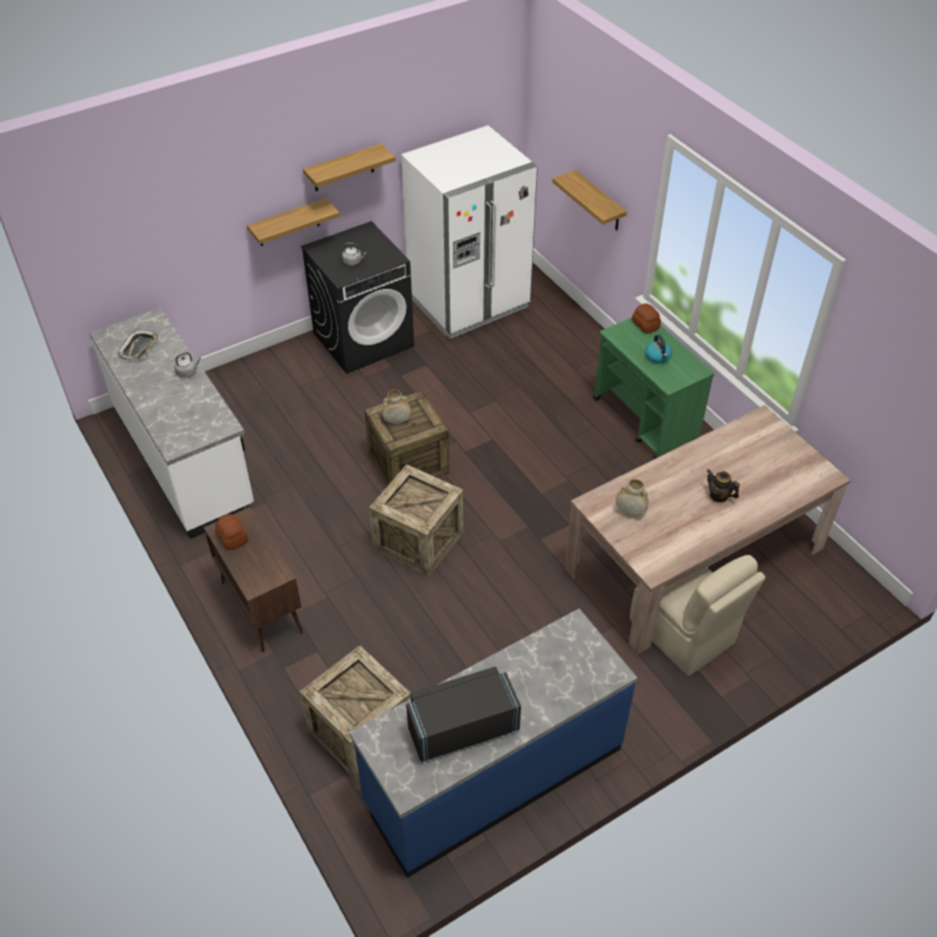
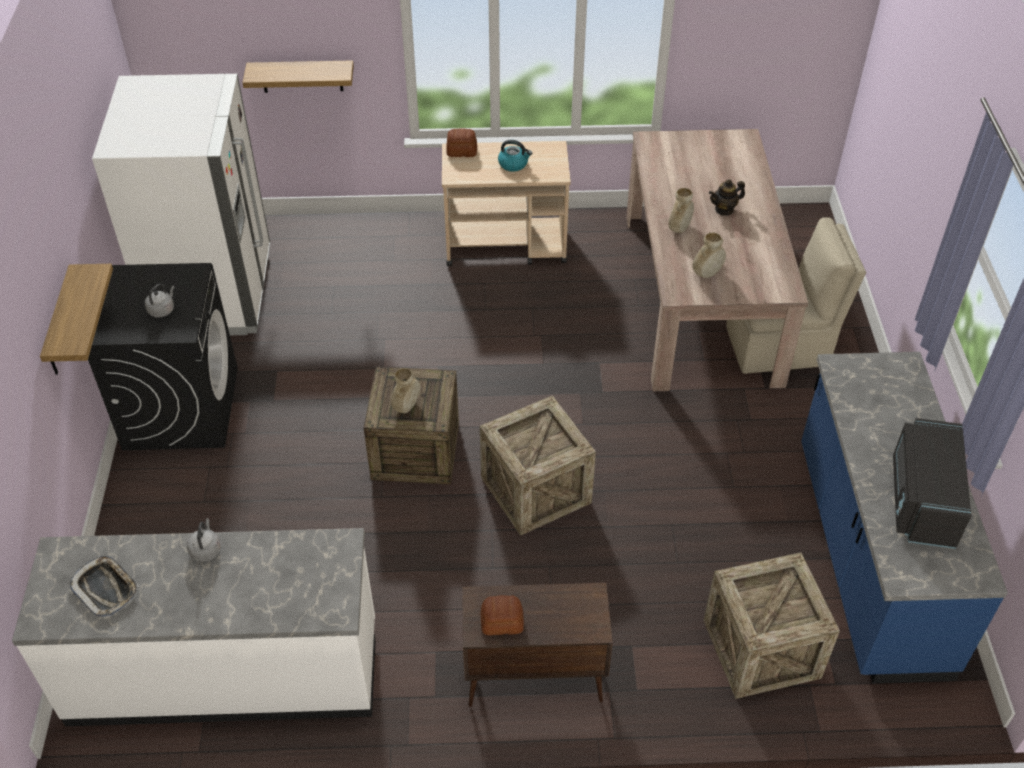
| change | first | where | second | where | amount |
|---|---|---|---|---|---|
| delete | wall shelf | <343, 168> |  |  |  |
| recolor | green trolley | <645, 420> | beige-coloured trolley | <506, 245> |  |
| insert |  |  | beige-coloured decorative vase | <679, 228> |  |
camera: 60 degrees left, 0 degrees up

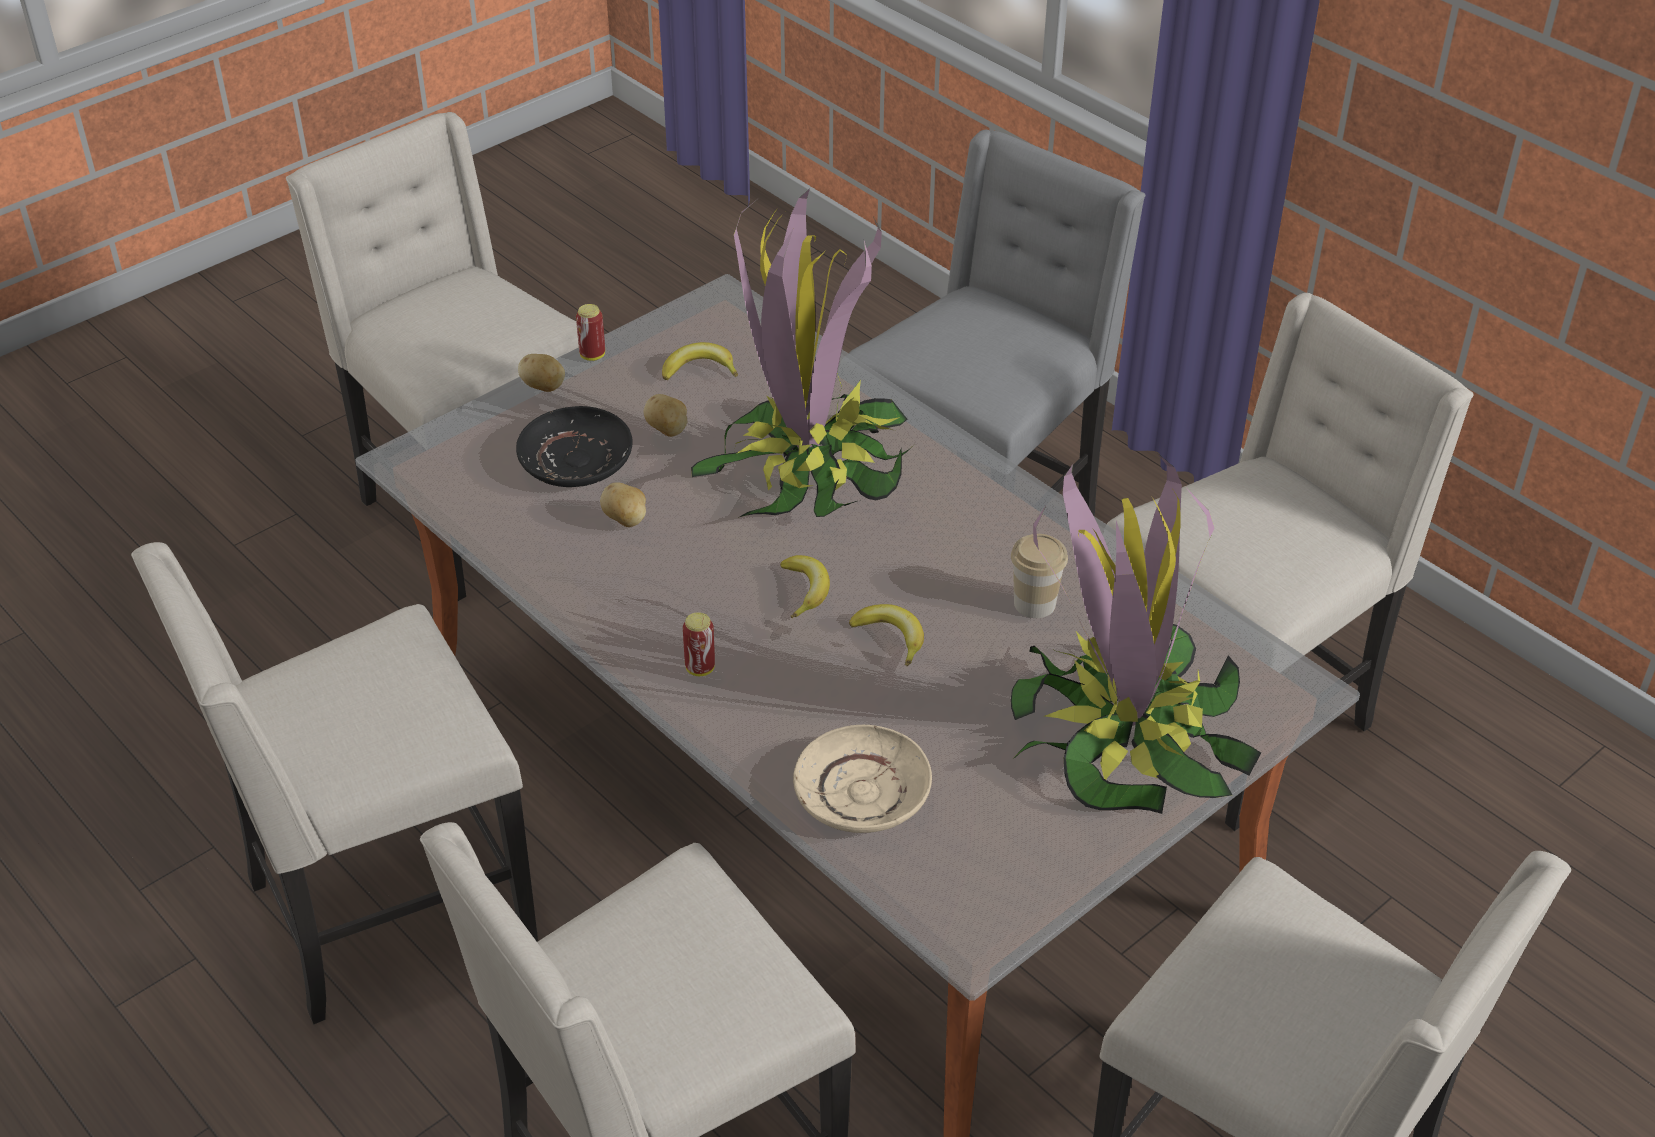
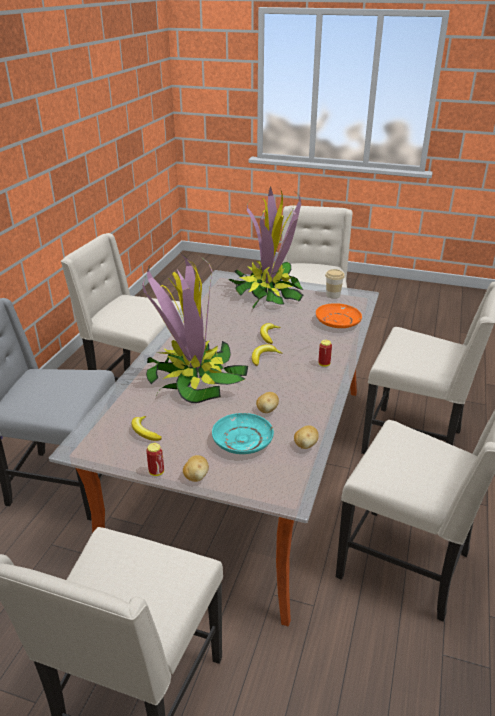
| change | first | where | second | where | amount |
|---|---|---|---|---|---|
| move | potato | <668, 430> |  | <305, 445> |  |
| recolor | black flat dish | <576, 460> | blue-green flat dish | <242, 440> |  |
| move | drinking cup | <1034, 603> |  | <333, 295> |  |
| recolor | beige-coloured flat dish | <863, 793> | orangey flat dish | <337, 321> |  |
camera: 120 degrees left, 10 degrees down

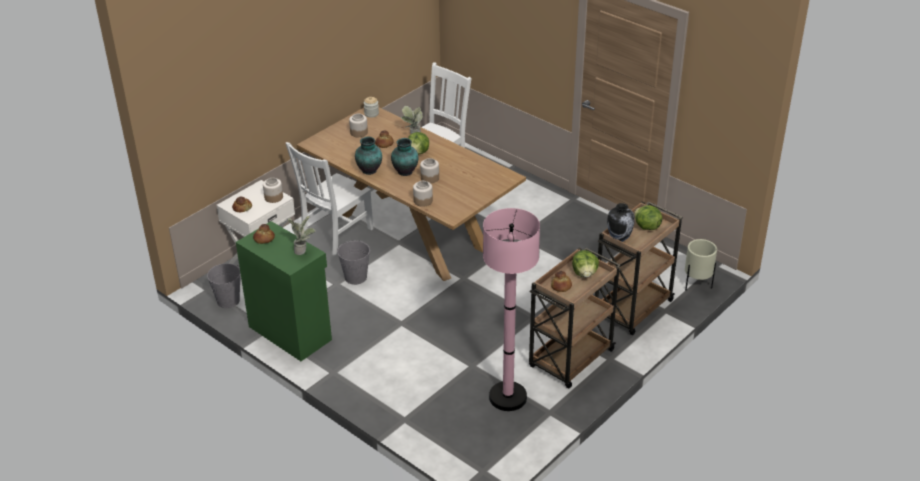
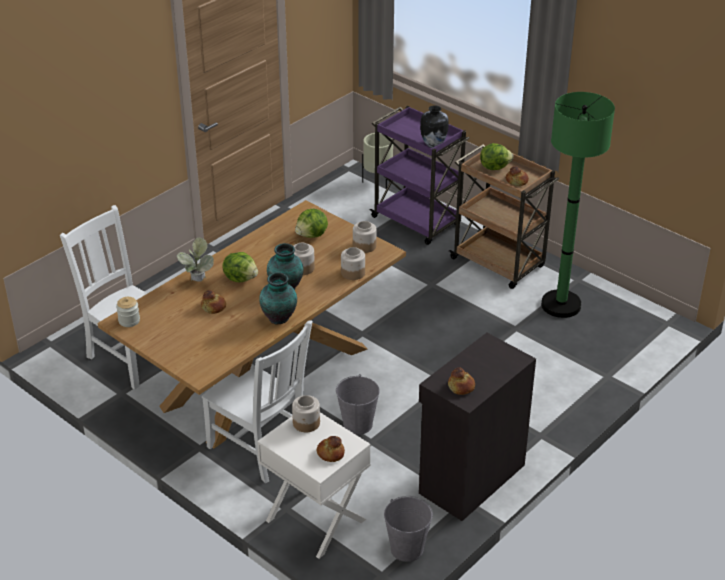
| change | first | where | second | where | amount |
|---|---|---|---|---|---|
| move | storage jar | <359, 132> |  | <364, 246> |  |
| recolor | brown-coloured trolley | <632, 309> | purple trolley | <417, 222> |  |
| move | lettuce | <646, 227> |  | <312, 235> |  |
| recolor | pink floor lamp | <508, 397> | green floor lamp | <561, 305> |  |
| delete | houseplant | <303, 250> |  |  |  |
| recolor | green storage cabinet | <290, 332> | black storage cabinet | <470, 478> |  |
camera: 90 degrees left, 0 degrees up

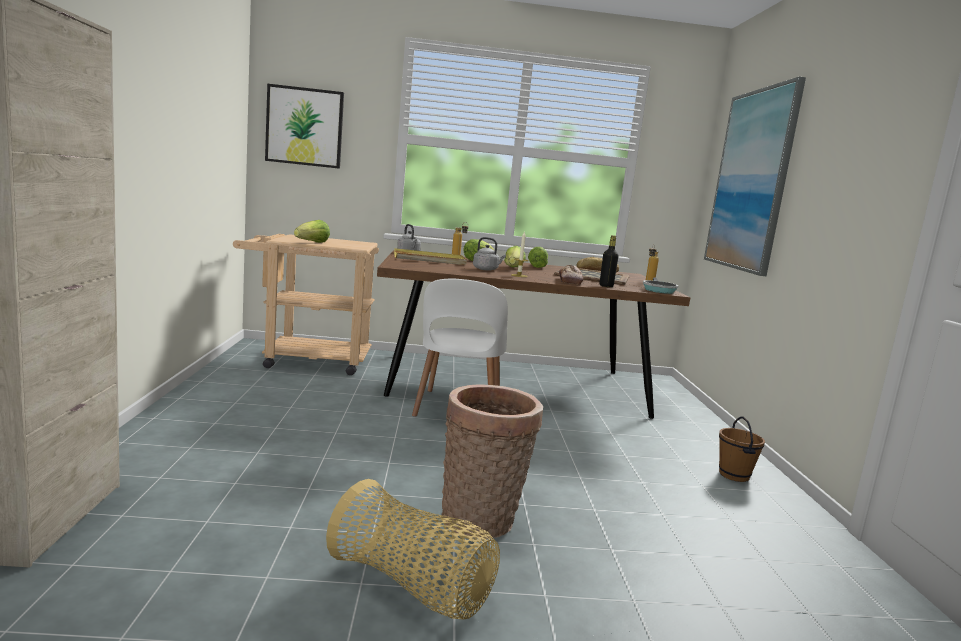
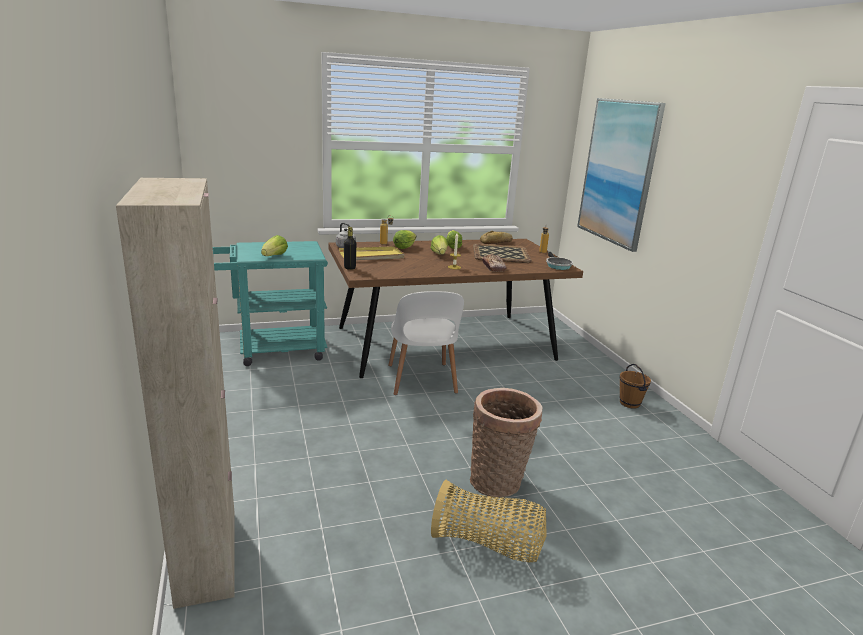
| change | first | where | second | where | amount |
|---|---|---|---|---|---|
| delete | wall art | <304, 127> |  |  |  |
| recolor | beige-coloured trolley | <307, 360> | blue-green trolley | <273, 350> |  |
| move | black drink bottle | <606, 286> |  | <349, 268> |  |
| delete | grey water kettle | <486, 269> |  |  |  |
camera: 15 degrees left, 10 degrees up

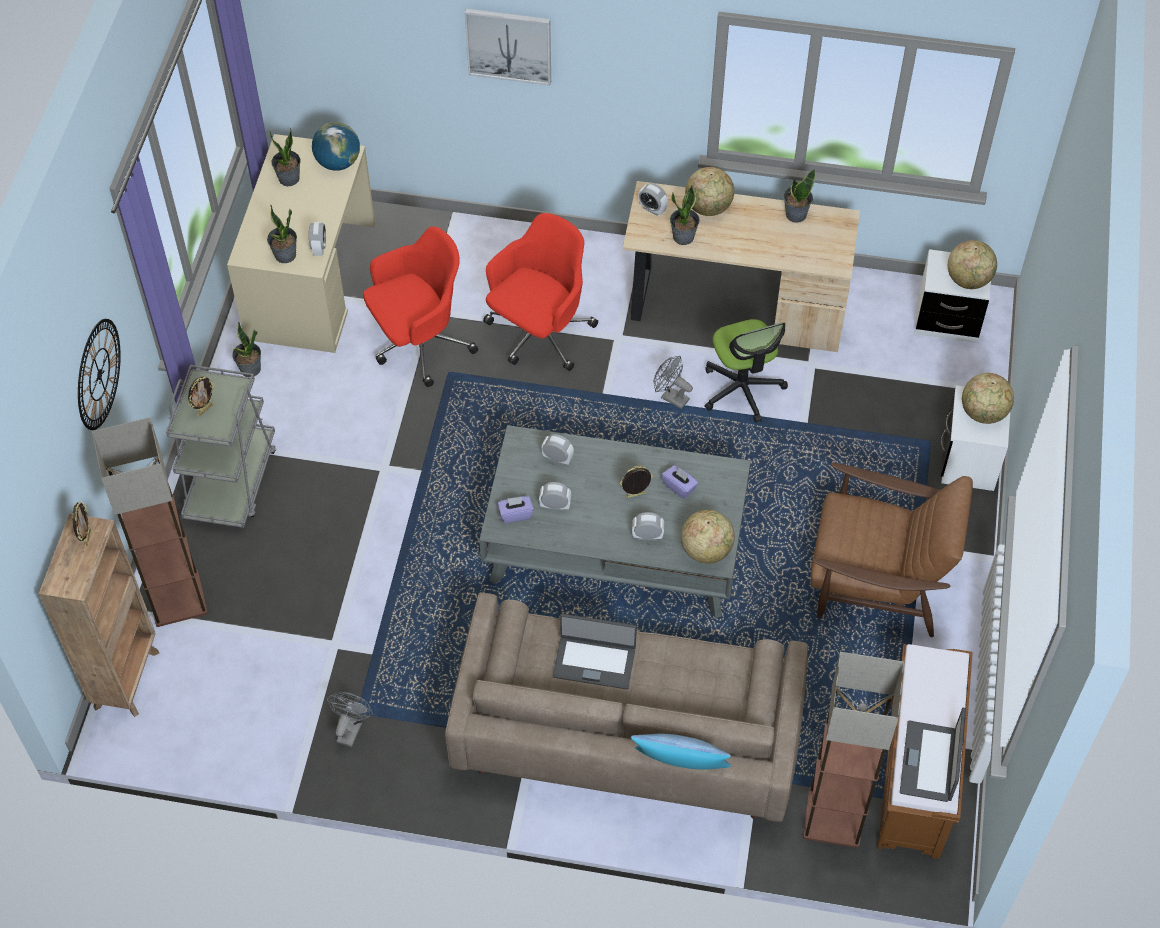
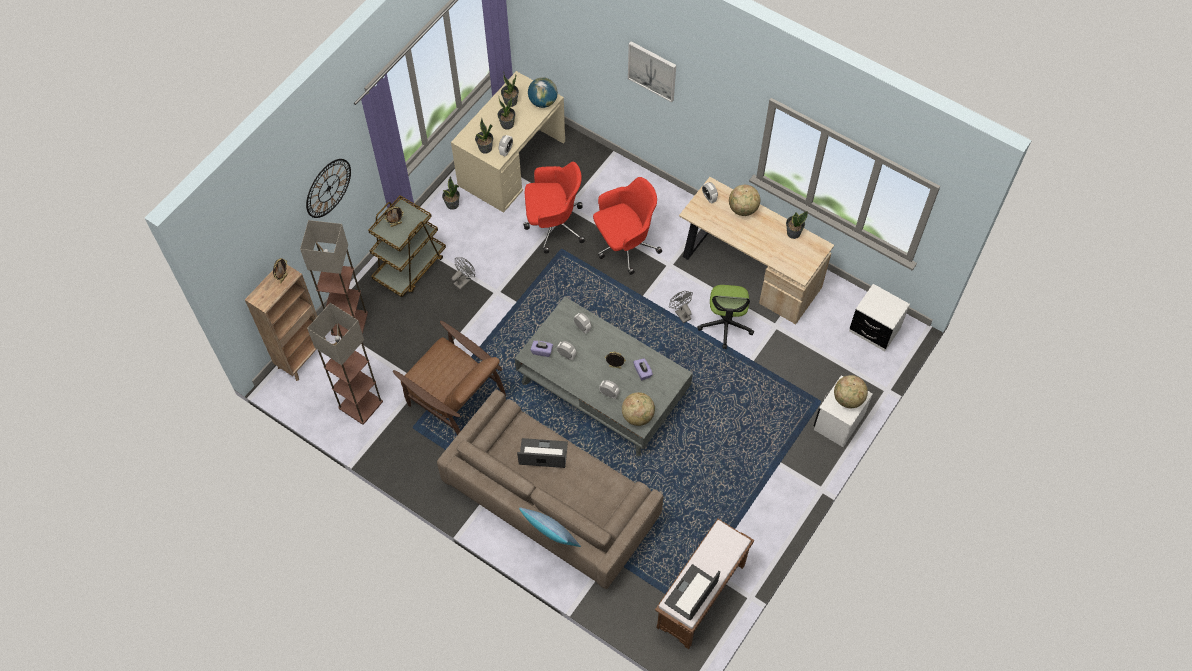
| change | first | where | second | where | amount |
|---|---|---|---|---|---|
| move | houseplant | <683, 237> |  | <507, 124> |  |
| delete | desk globe | <968, 280> |  |  |  |
| recolor | grey trolley | <231, 481> | brown-coloured trolley | <410, 266> |  |
| move | brown-coloured easy chair | <877, 579> |  | <455, 397> |  |
| rotate | notebook computer | <594, 661> |  | <543, 454> | 150 degrees clockwise |
| move | floor lamp | <832, 818> |  | <360, 405> |  |
| move | grey fan | <350, 728> |  | <464, 280> |  |
camera: 25 degrees right, 5 degrees up

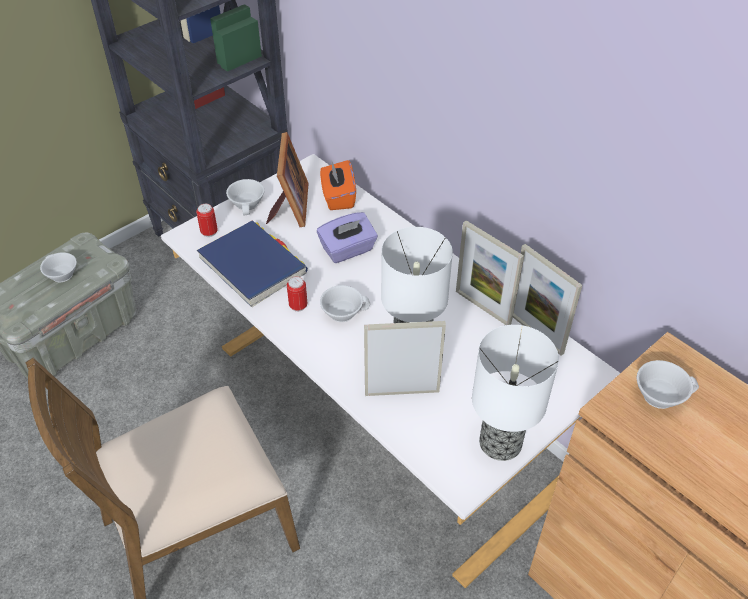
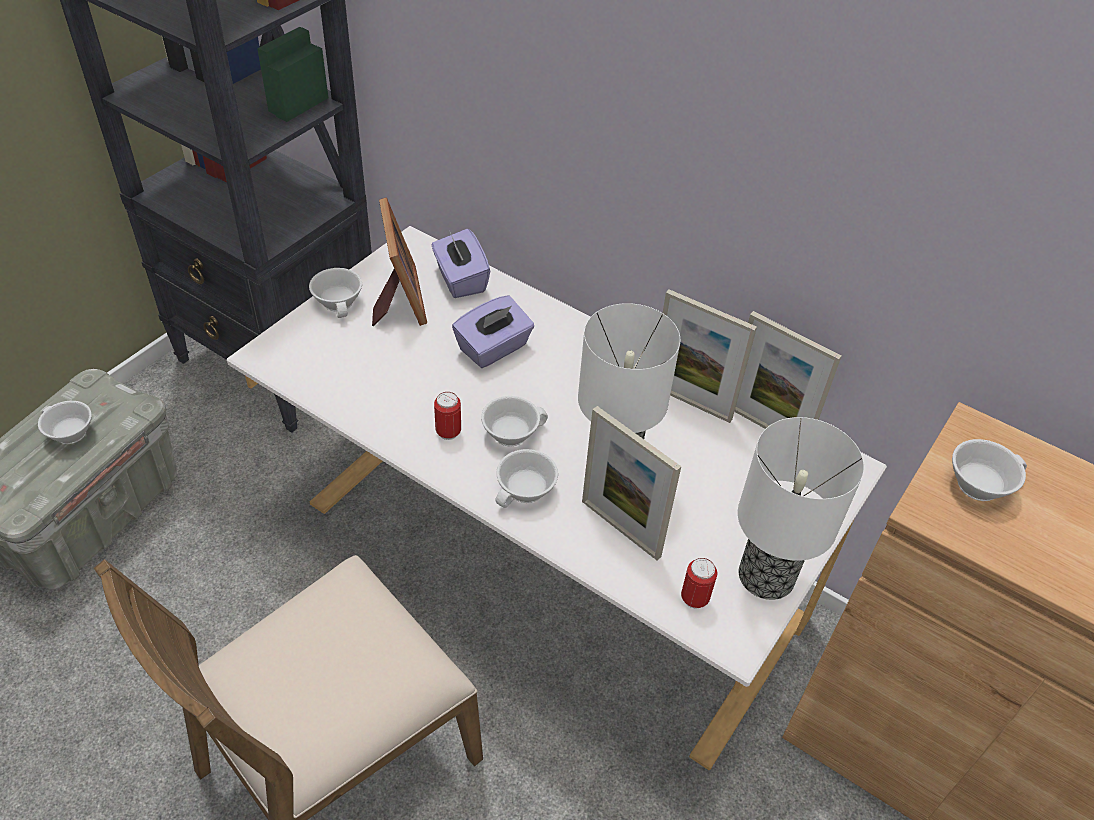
| change | first | where | second | where | amount |
|---|---|---|---|---|---|
| recolor | orangey tissue holder | <338, 197> | purple tissue holder | <460, 280> |  |
| move | metal can | <209, 232> |  | <694, 598> |  |
| delete | blue-coloured book | <253, 266> |  |  |  |
| rotate | standing frame | <402, 392> |  | <620, 528> | 120 degrees counterclockwise |
| insert |  |  | white drinking cup | <526, 491> |  |
camera: 15 degrees left, 0 degrees up

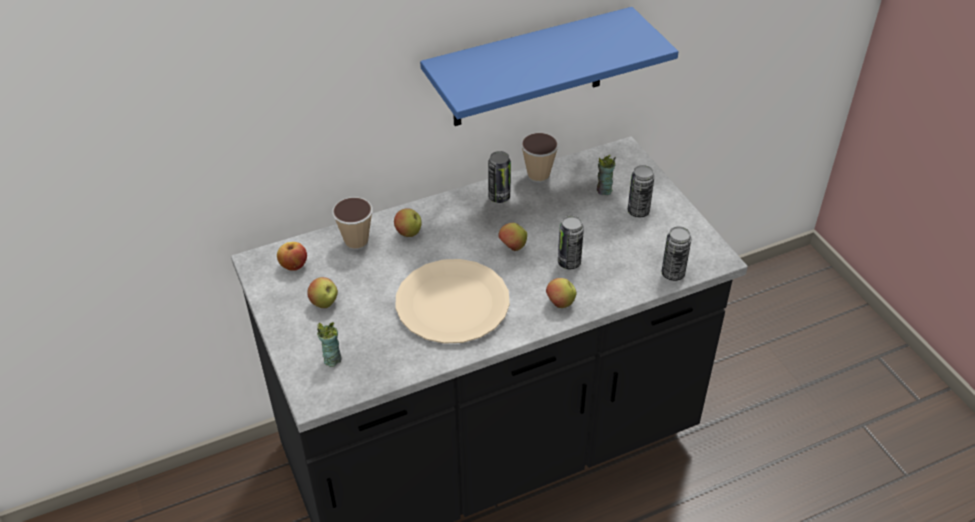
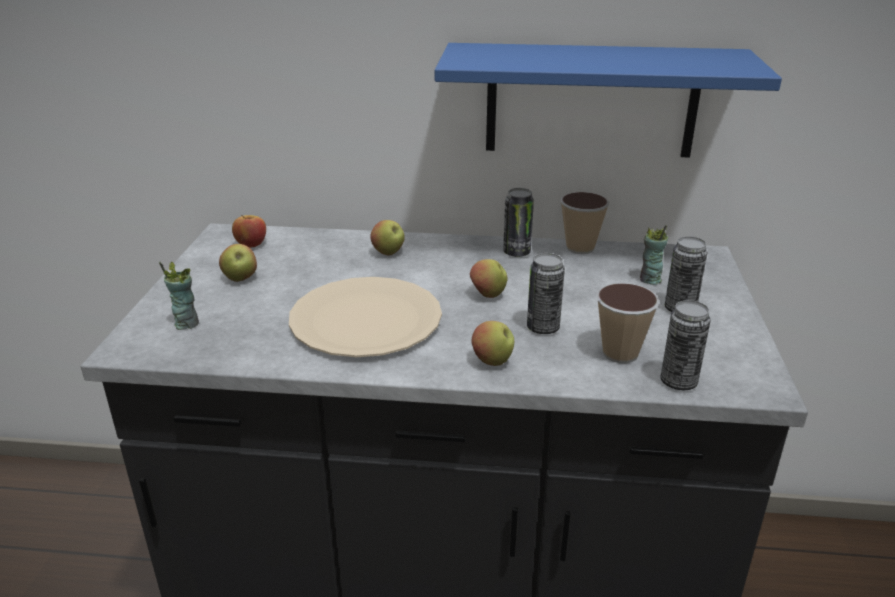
| change | first | where | second | where | amount |
|---|---|---|---|---|---|
| move | drinking cup | <356, 241> |  | <620, 353> |  |
camera: 30 degrees right, 15 degrees down

